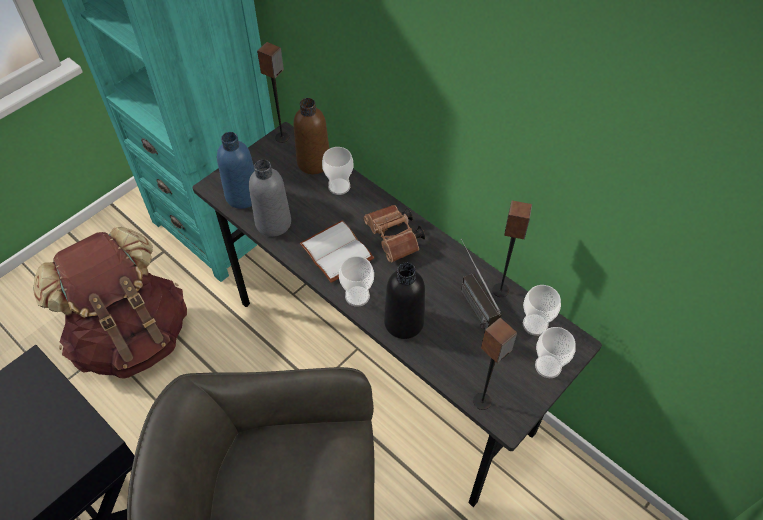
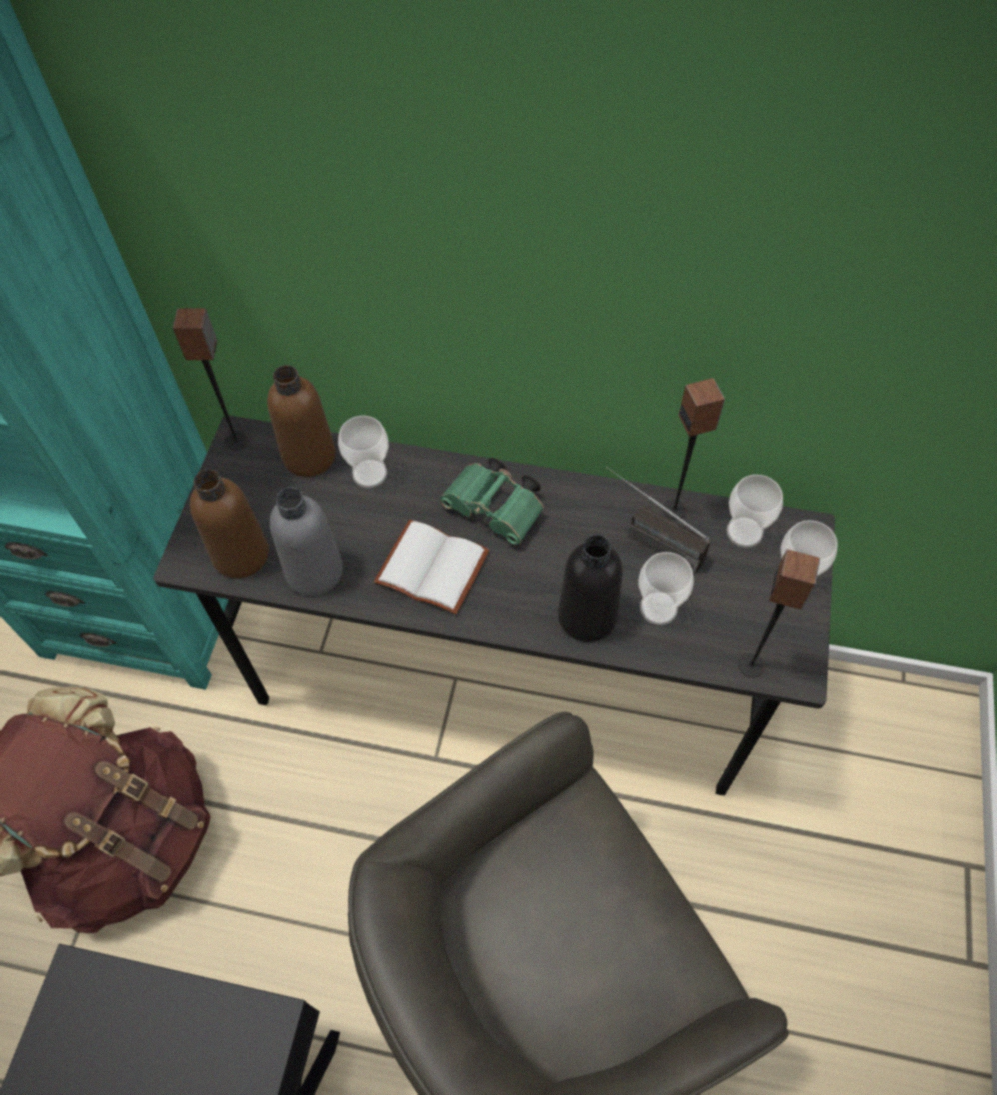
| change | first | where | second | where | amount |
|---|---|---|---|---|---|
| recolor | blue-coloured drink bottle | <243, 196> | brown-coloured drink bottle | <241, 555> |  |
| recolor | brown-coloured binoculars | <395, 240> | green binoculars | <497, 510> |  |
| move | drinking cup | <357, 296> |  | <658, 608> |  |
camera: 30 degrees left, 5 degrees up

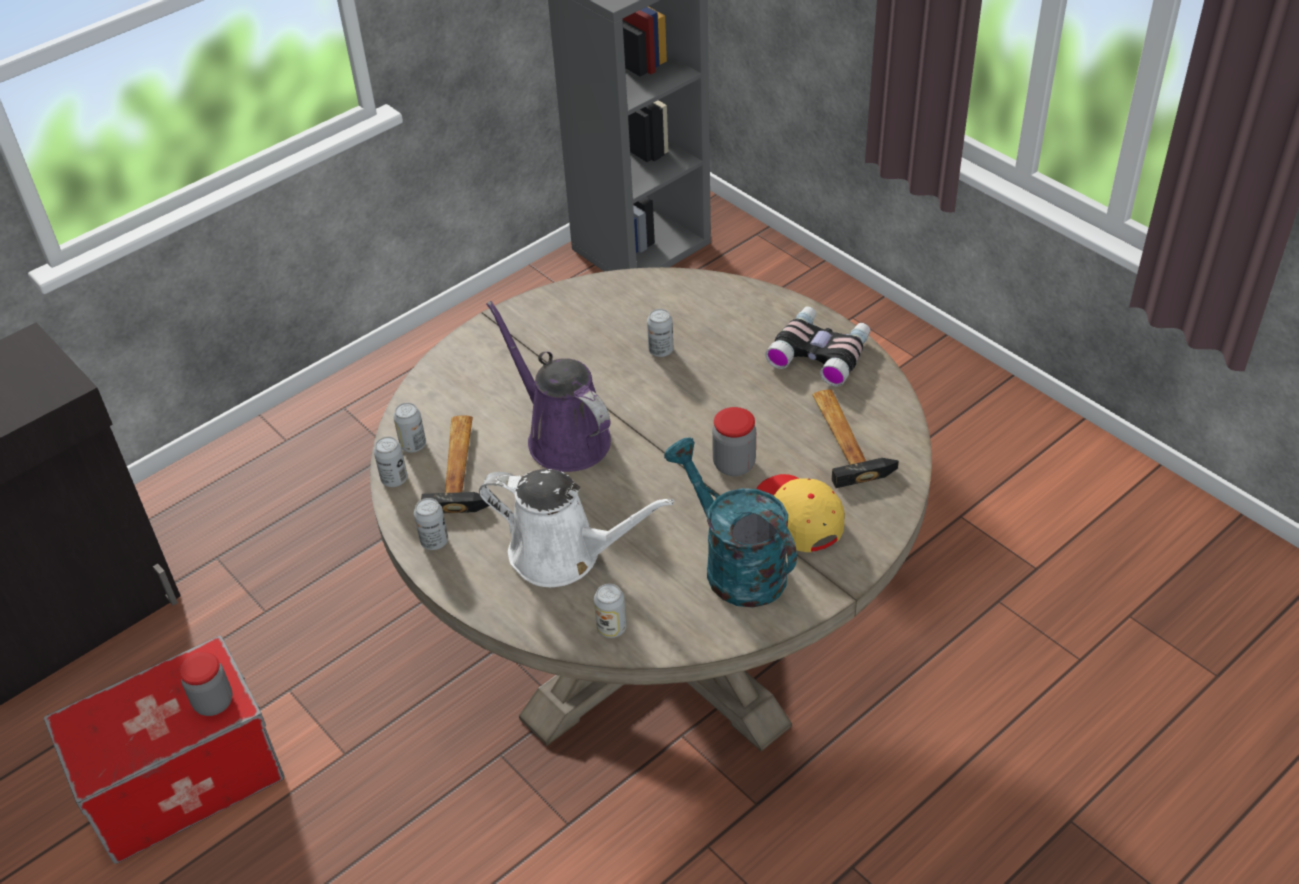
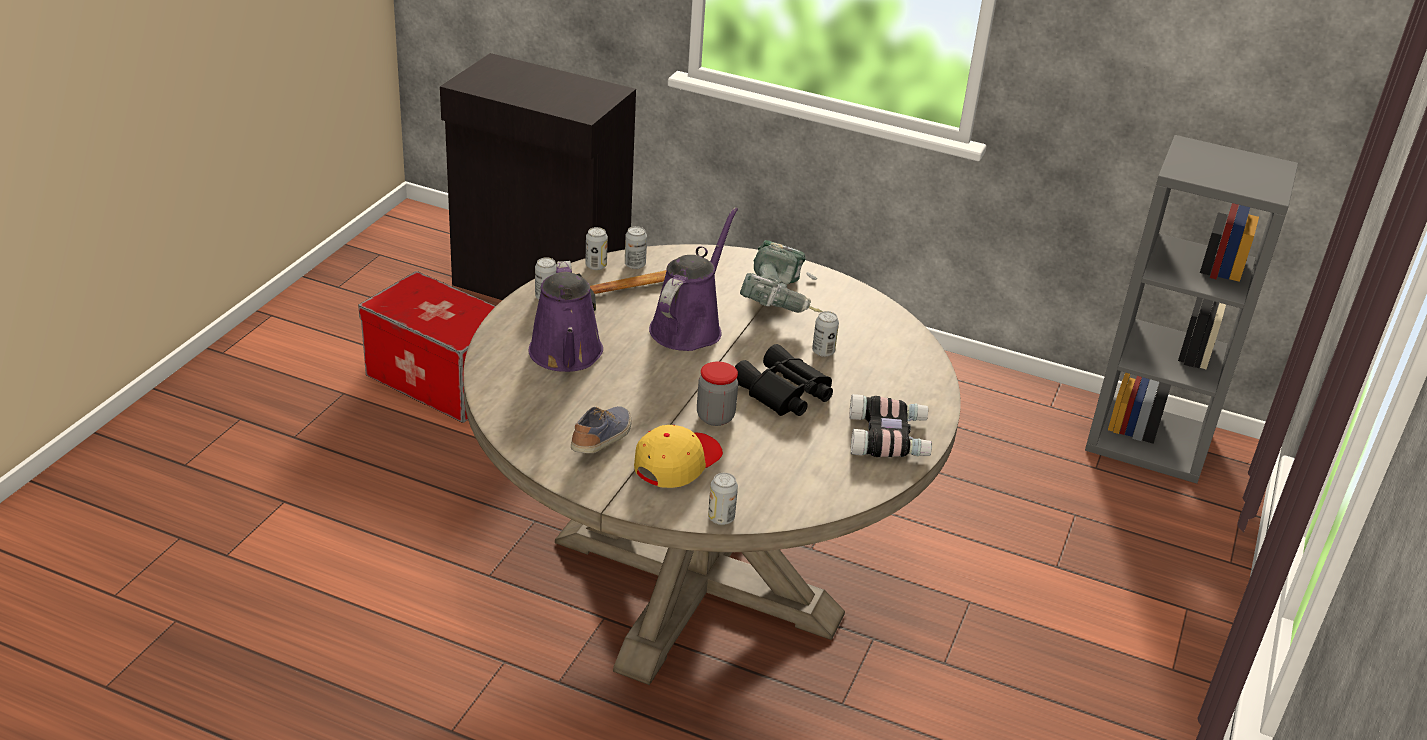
| change | first | where | second | where | amount |
|---|---|---|---|---|---|
| delete | hand hammer | <845, 438> |  |  |  |
| replace | blue-green watering can | <734, 565> | low shoe | <602, 440> |  |
| recolor | white watering can | <564, 554> | purple watering can | <566, 355> |  |
| move | metal can | <611, 628> |  | <721, 518> |  |
| delete | storage jar | <214, 702> |  |  |  |
| insert |  |  | drill | <781, 300> |  |
| insert |  |  | black binoculars | <783, 393> |  |
camera: 60 degrees right, 10 degrees down

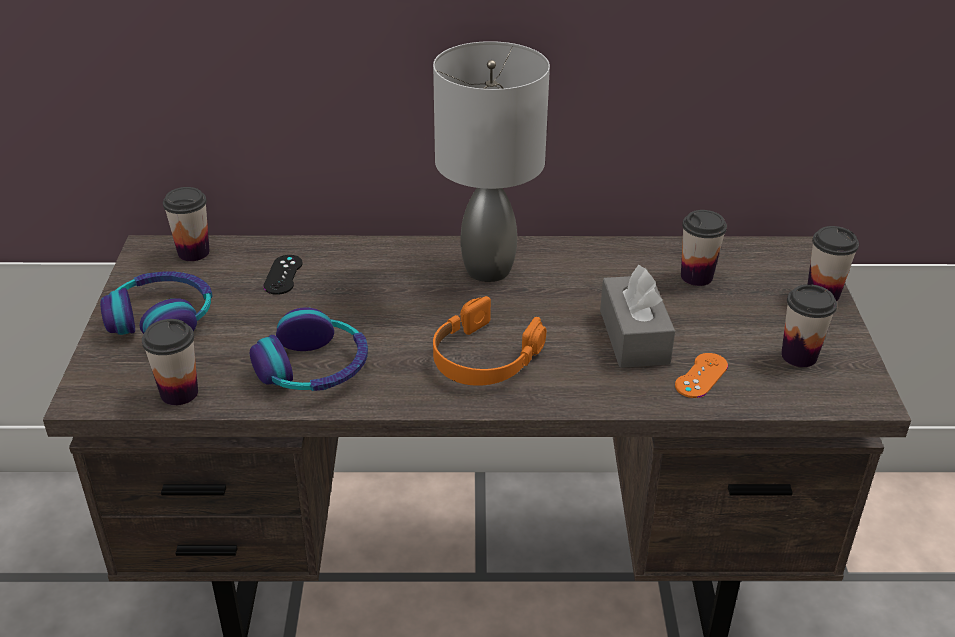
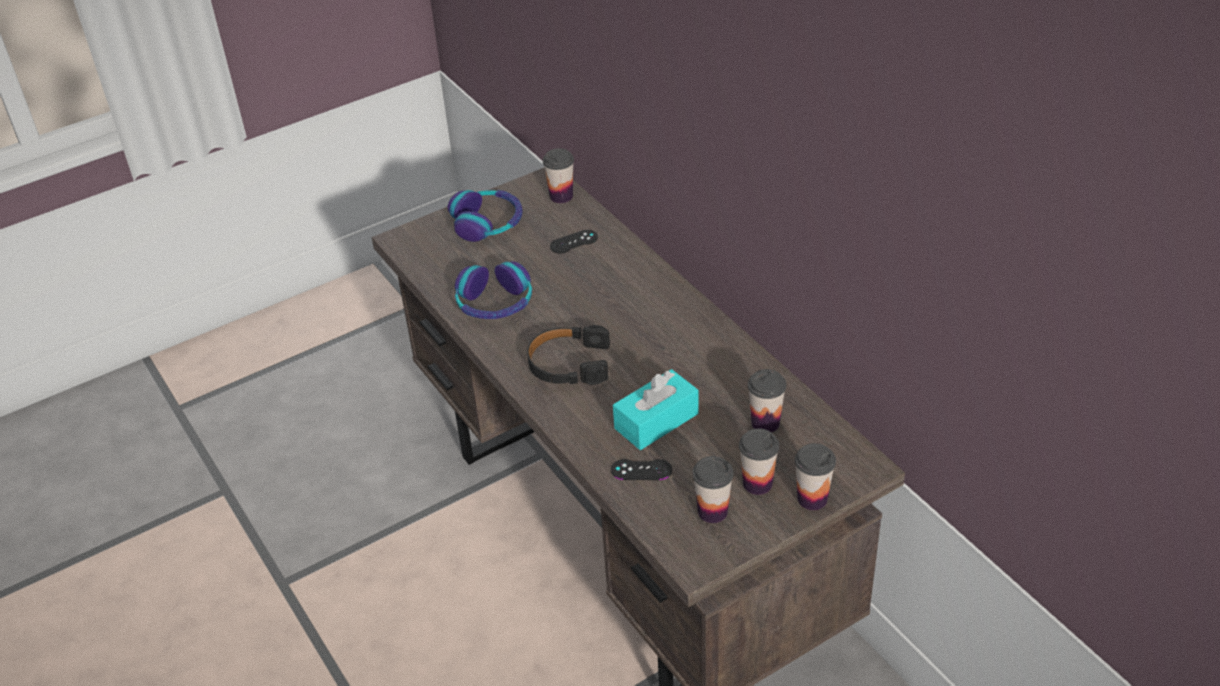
| change | first | where | second | where | amount |
|---|---|---|---|---|---|
| delete | grey table lamp | <489, 270> |  |  |  |
| recolor | grey tissue holder | <634, 337> | blue-green tissue holder | <656, 421> |  |
| recolor | orangey pair of headphones | <483, 357> | black pair of headphones | <569, 364> |  |
| move | drinking cup | <179, 393> |  | <757, 483> |  |
| recolor | orangey gamepad | <701, 376> | black gamepad | <641, 470> |  |
camera: 60 degrees right, 5 degrees up

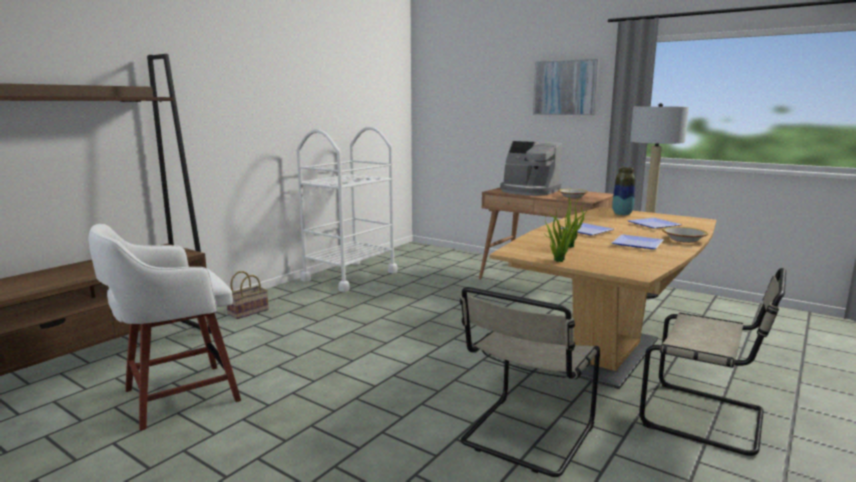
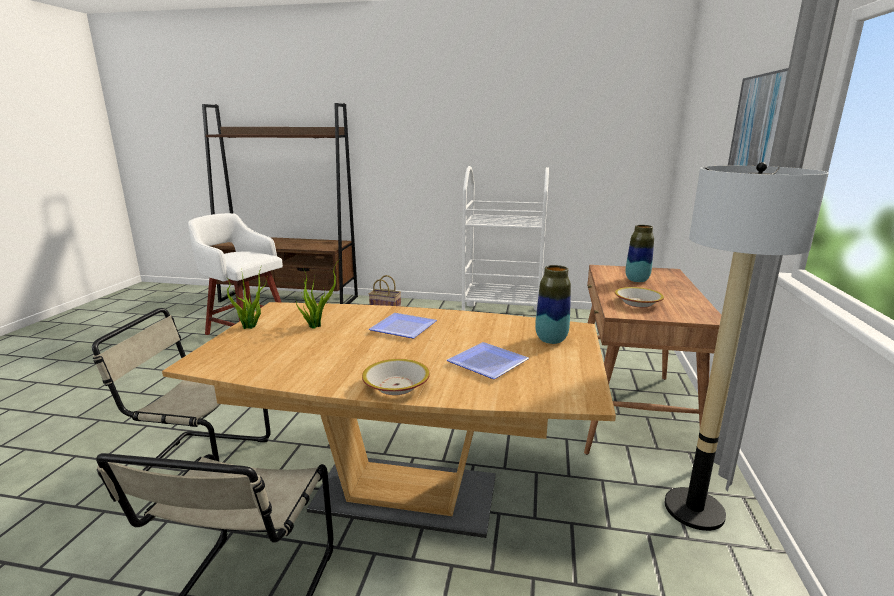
| change | first | where | second | where | amount |
|---|---|---|---|---|---|
| replace | coffee machine | <528, 191> | decorative vase | <637, 280> |  |
| delete | flat dish | <635, 244> |  |  |  |
camera: 65 degrees right, 5 degrees up

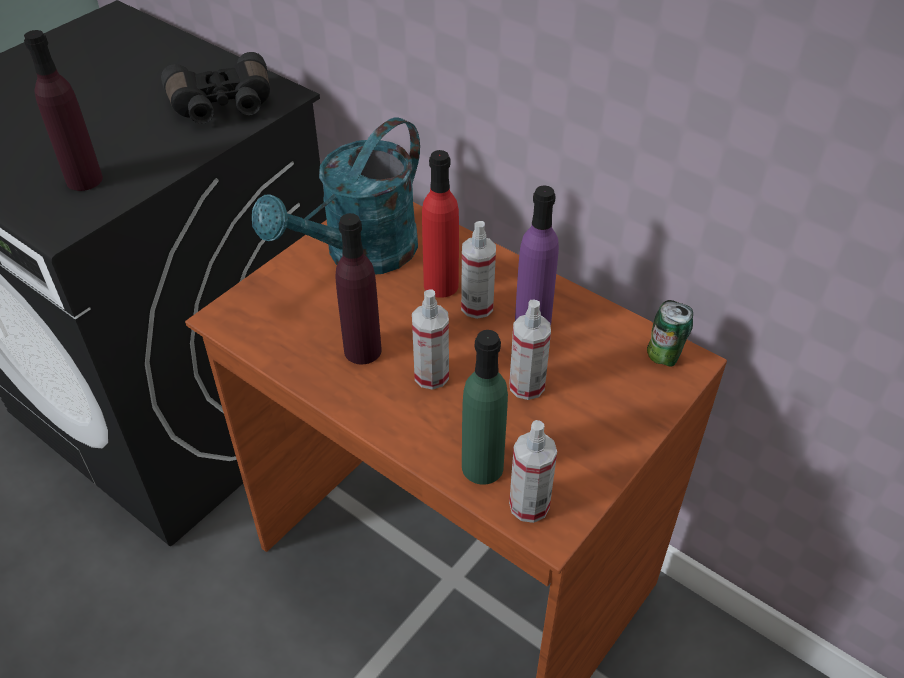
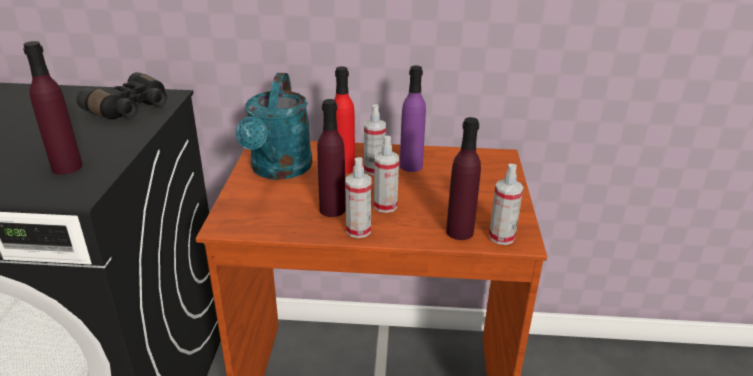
| change | first | where | second | where | amount |
|---|---|---|---|---|---|
| move | sprayer | <526, 386> |  | <358, 230> |  |
| delete | metal can | <663, 357> |  |  |  |
| recolor | green drink bottle | <482, 467> | purple drink bottle | <459, 232> |  |
camera: 35 degrees left, 15 degrees down

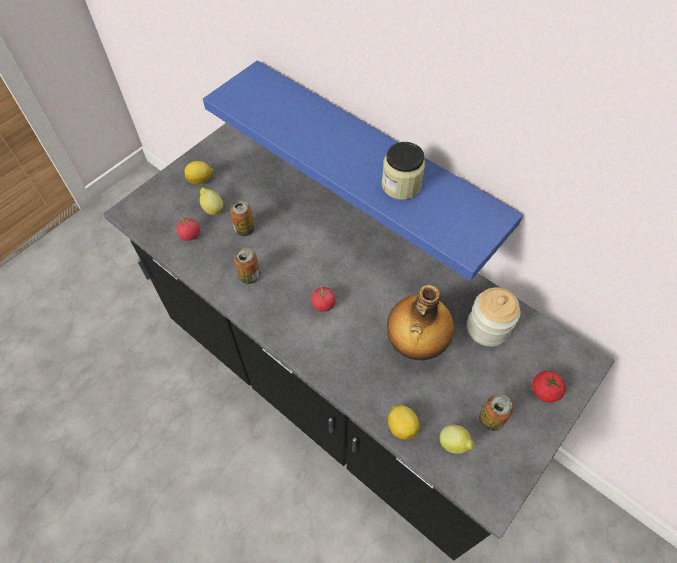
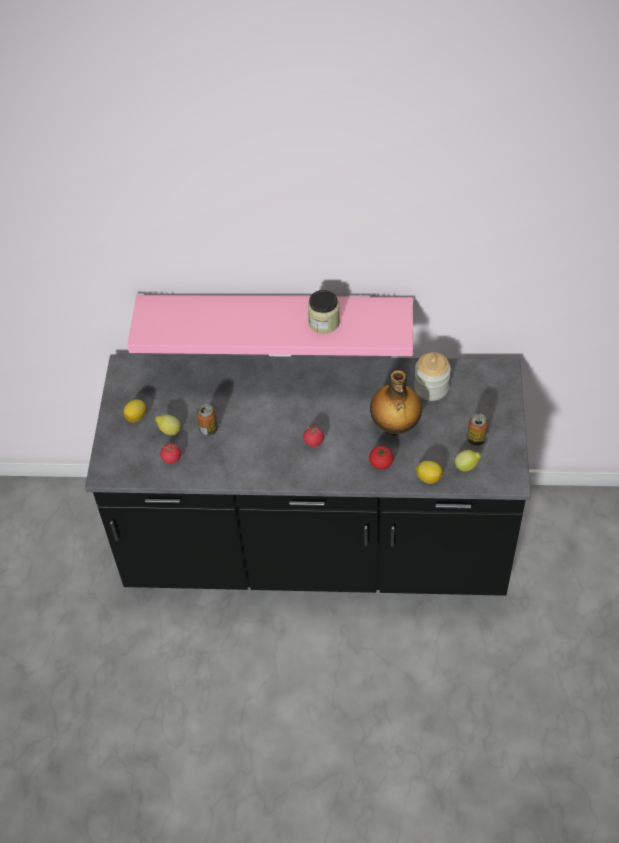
| change | first | where | second | where | amount |
|---|---|---|---|---|---|
| recolor | blue-coloured wall shelf | <375, 157> | pink wall shelf | <275, 317> |  |
| delete | metal can | <249, 276> |  |  |  |
| move | tomato | <544, 391> |  | <381, 463> |  |
camera: 35 degrees left, 5 degrees down

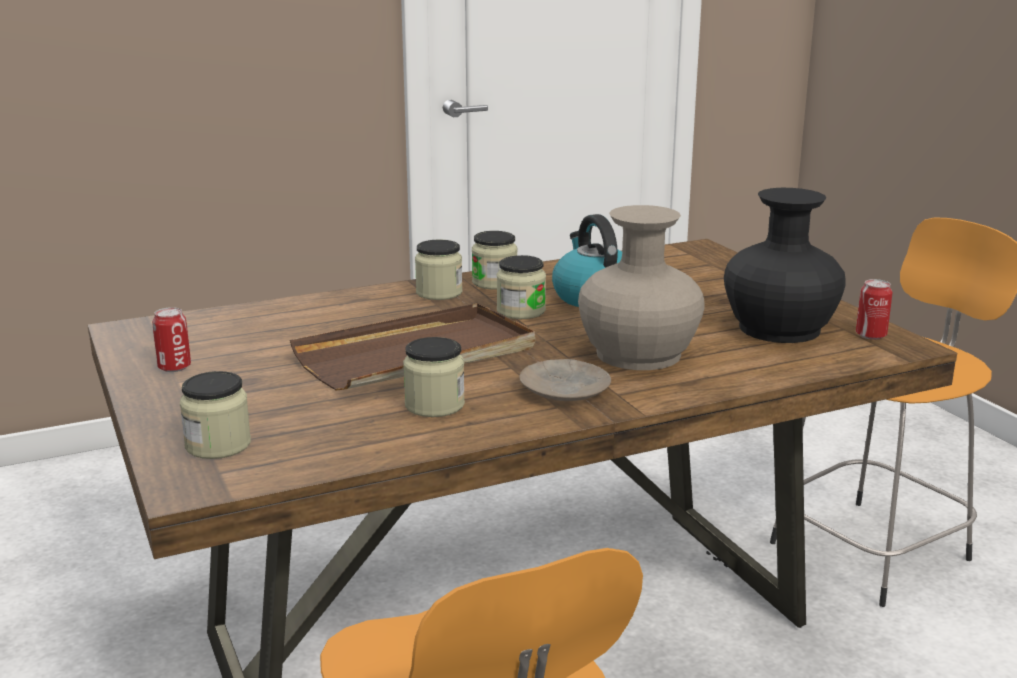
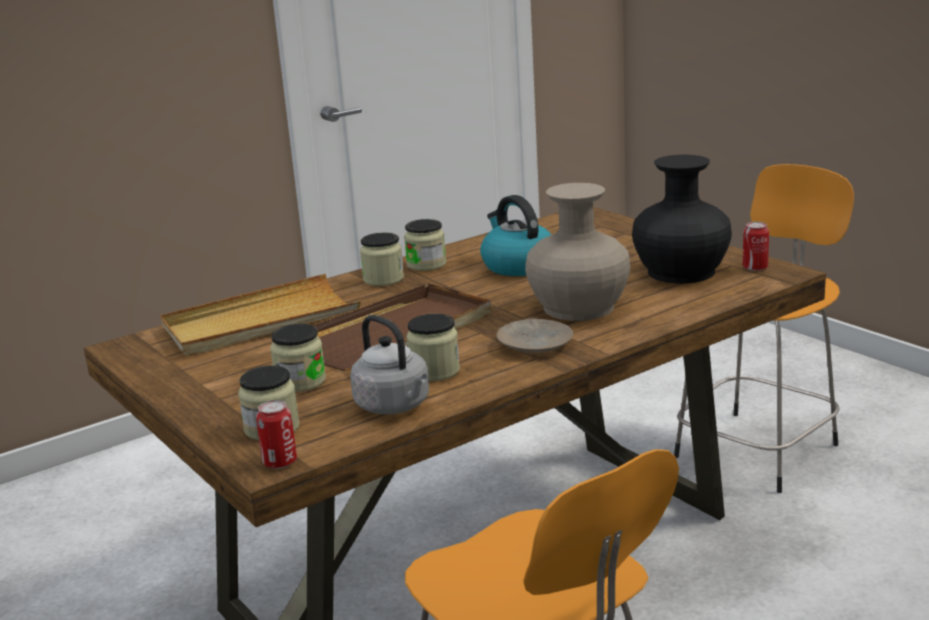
| change | first | where | second | where | amount |
|---|---|---|---|---|---|
| move | storage jar | <521, 311> |  | <300, 382> |  |
| move | metal can | <174, 367> |  | <280, 462> |  |
| insert |  |  | beige-coloured tray | <260, 322> |  |
| insert |  |  | grey water kettle | <395, 406> |  |
camera: 10 degrees left, 0 degrees up

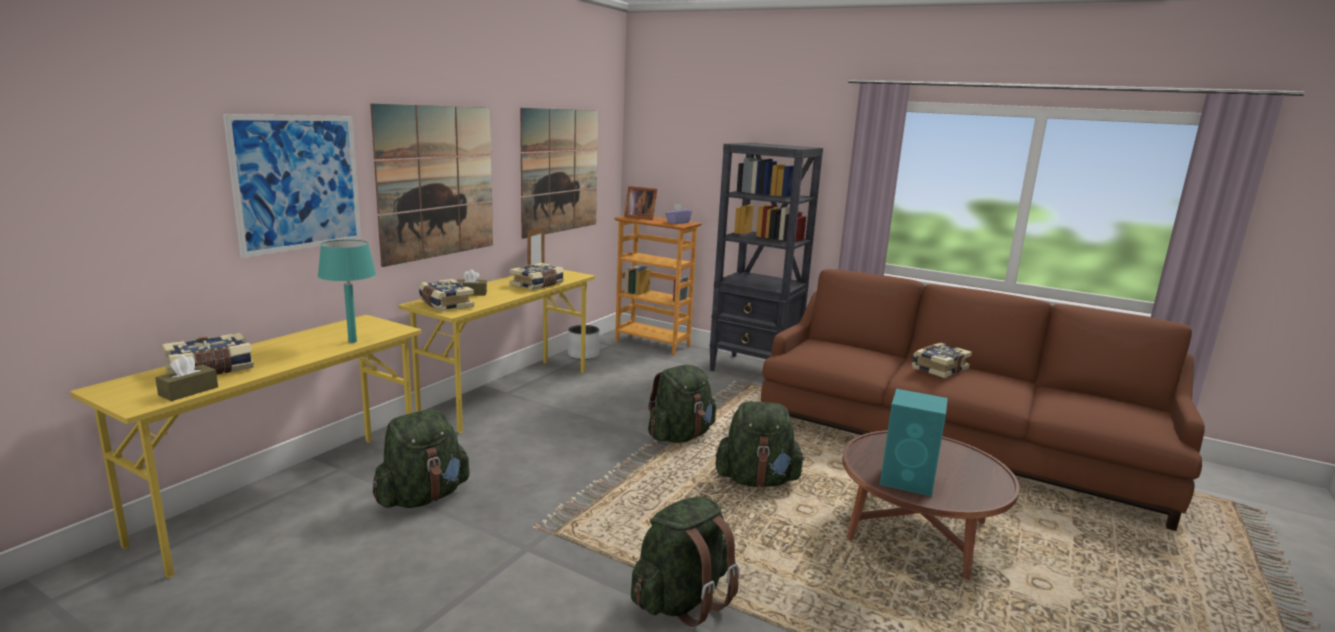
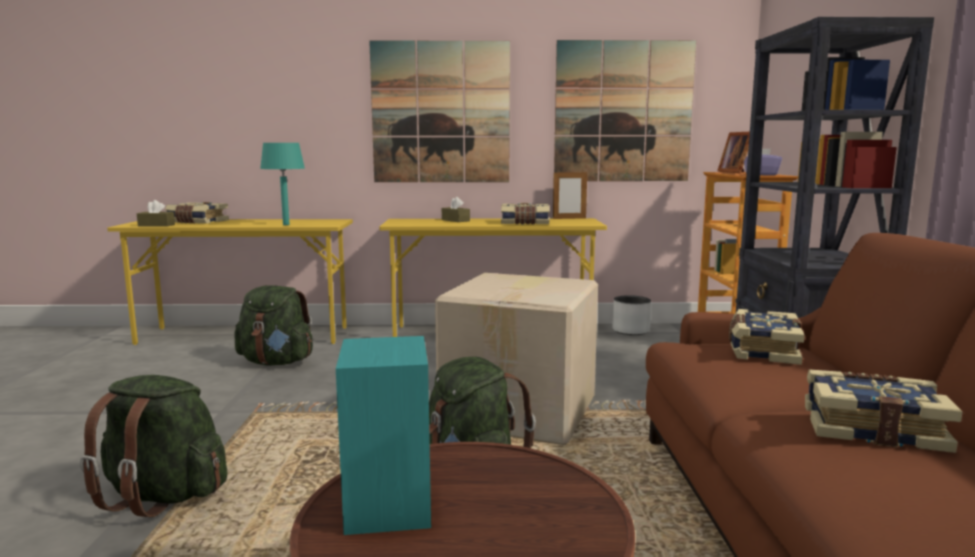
| change | first | where | second | where | amount |
|---|---|---|---|---|---|
| delete | wall art | <298, 183> |  |  |  |
| move | book | <445, 304> |  | <762, 350> |  |
| replace | green backpack | <680, 436> | carton | <522, 411> |  |
camera: 60 degrees right, 5 degrees down

